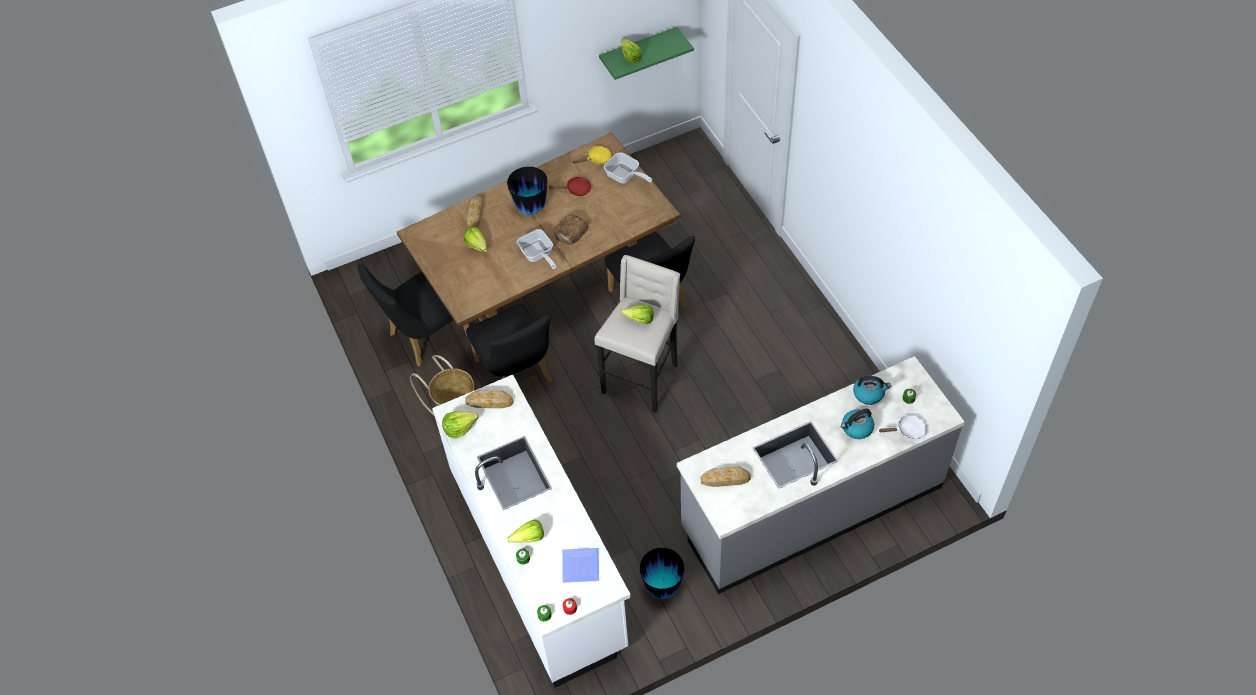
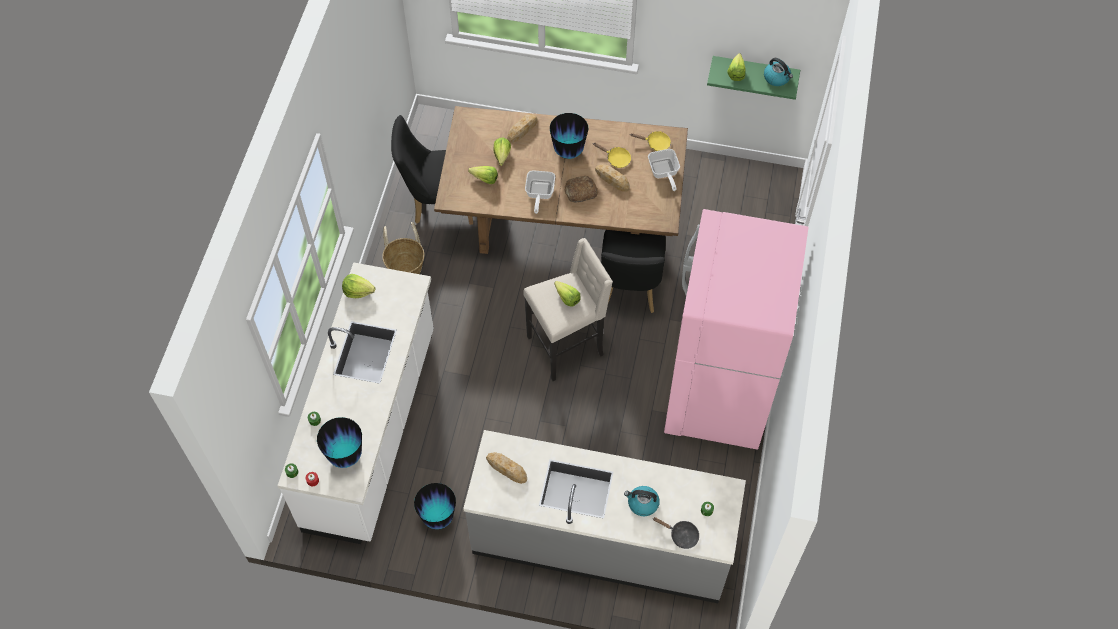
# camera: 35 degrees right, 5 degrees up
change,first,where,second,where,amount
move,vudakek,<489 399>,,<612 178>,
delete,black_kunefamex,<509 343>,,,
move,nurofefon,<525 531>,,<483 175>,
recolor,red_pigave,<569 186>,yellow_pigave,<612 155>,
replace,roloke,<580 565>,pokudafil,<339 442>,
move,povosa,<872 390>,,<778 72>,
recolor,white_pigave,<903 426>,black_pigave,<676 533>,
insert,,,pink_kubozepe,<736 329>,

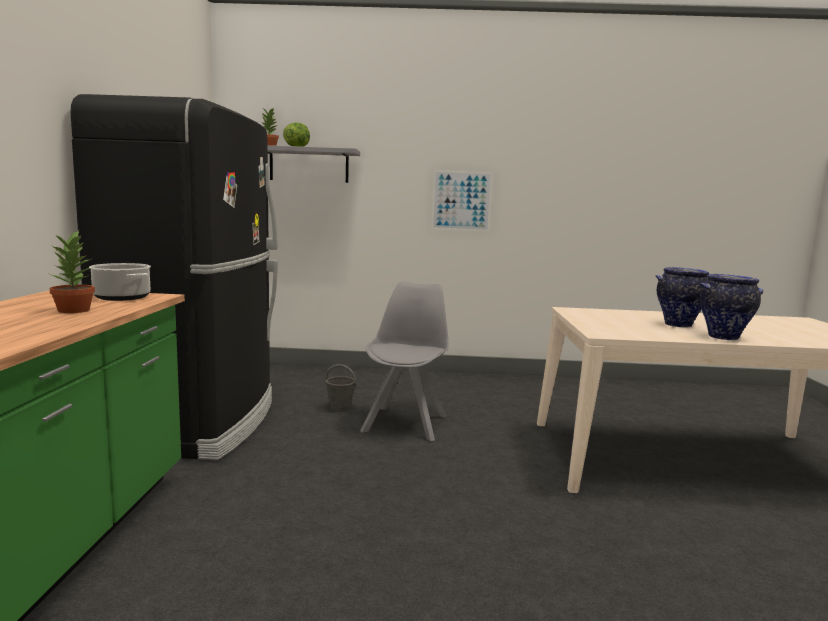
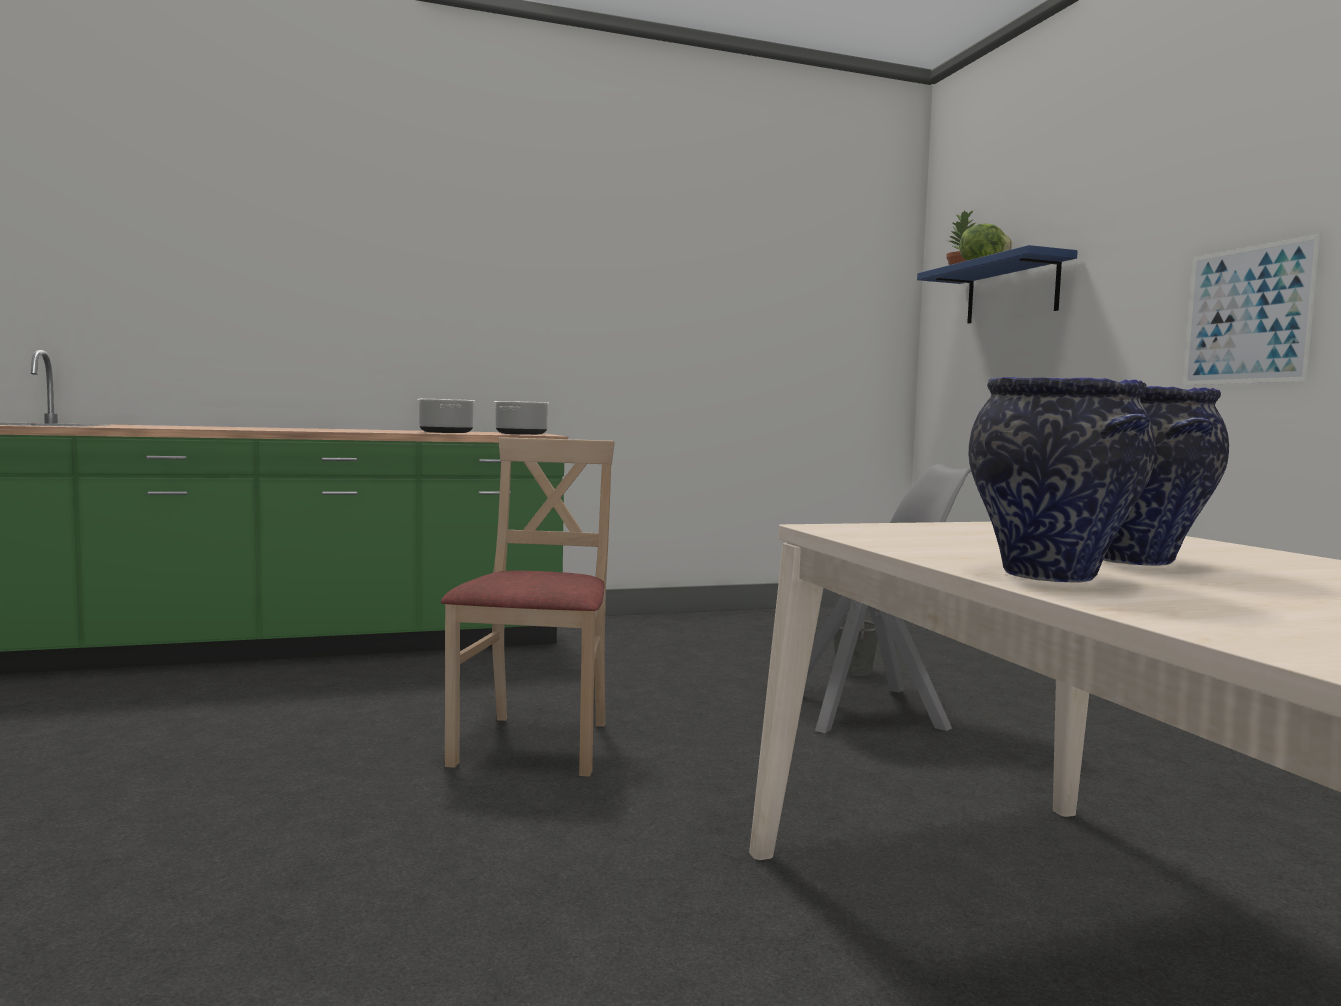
# camera: 70 degrees right, 5 degrees down
change,first,where,second,where,amount
replace,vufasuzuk,<72 271>,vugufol,<446 416>,
delete,black_kubozepe,<174 277>,,,
recolor,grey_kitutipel,<314 164>,blue_kitutipel,<997 284>,
insert,,,beige_kunefamex,<528 607>,

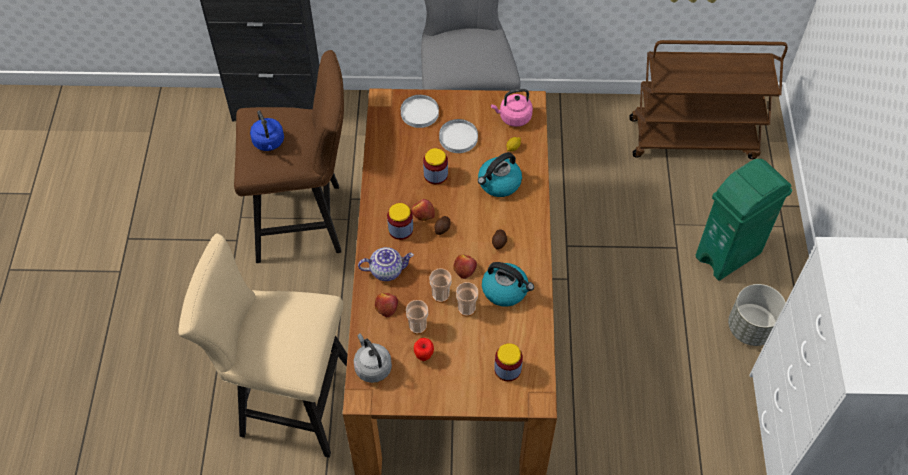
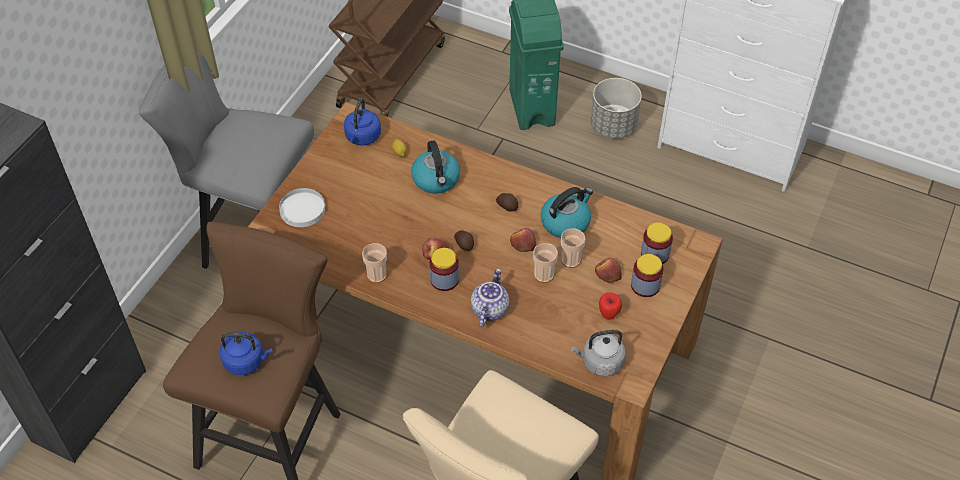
# camera: 65 degrees left, 5 degrees down
change,first,where,second,where,amount
move,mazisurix,<386 305>,,<608 270>,
move,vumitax,<417 317>,,<374 263>,
move,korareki,<435 166>,,<647 275>,
delete,white_roloke,<458 136>,,,
recolor,pink_povosa,<512 108>,blue_povosa,<362 122>,

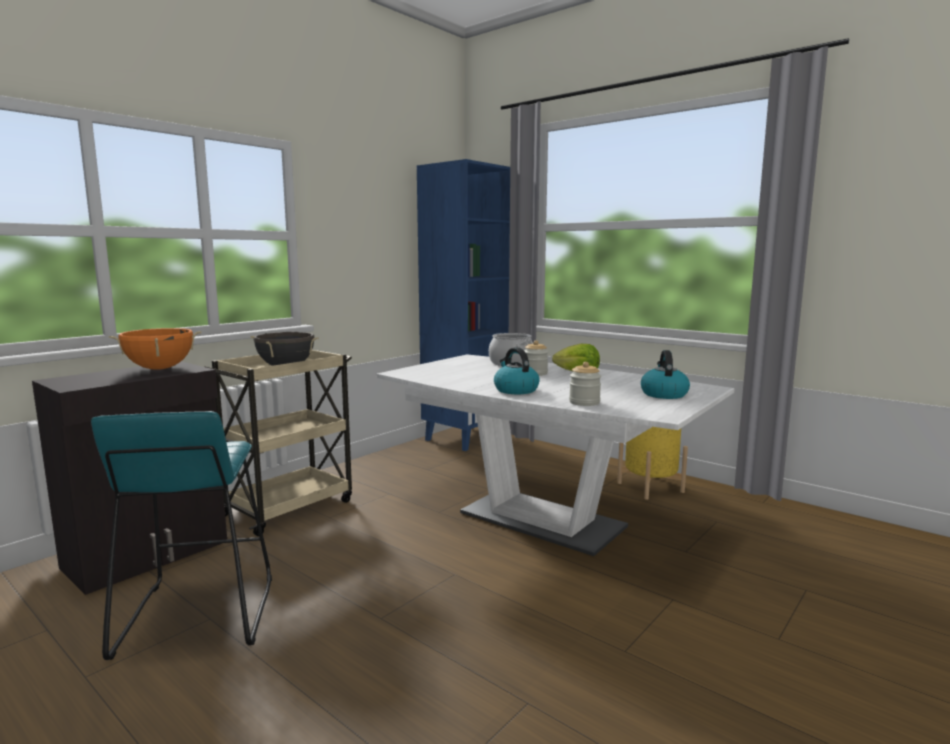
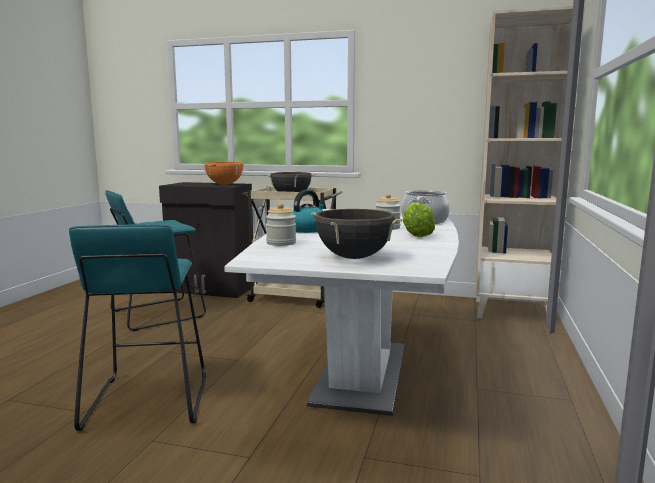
# camera: 65 degrees right, 0 degrees up
change,first,where,second,where,amount
recolor,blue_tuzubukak,<463 305>,beige_tuzubukak,<530 161>,
delete,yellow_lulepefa,<652 463>,,,
replace,povosa,<665 374>,black_vugufol,<356 234>,
insert,,,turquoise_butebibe,<137 327>,

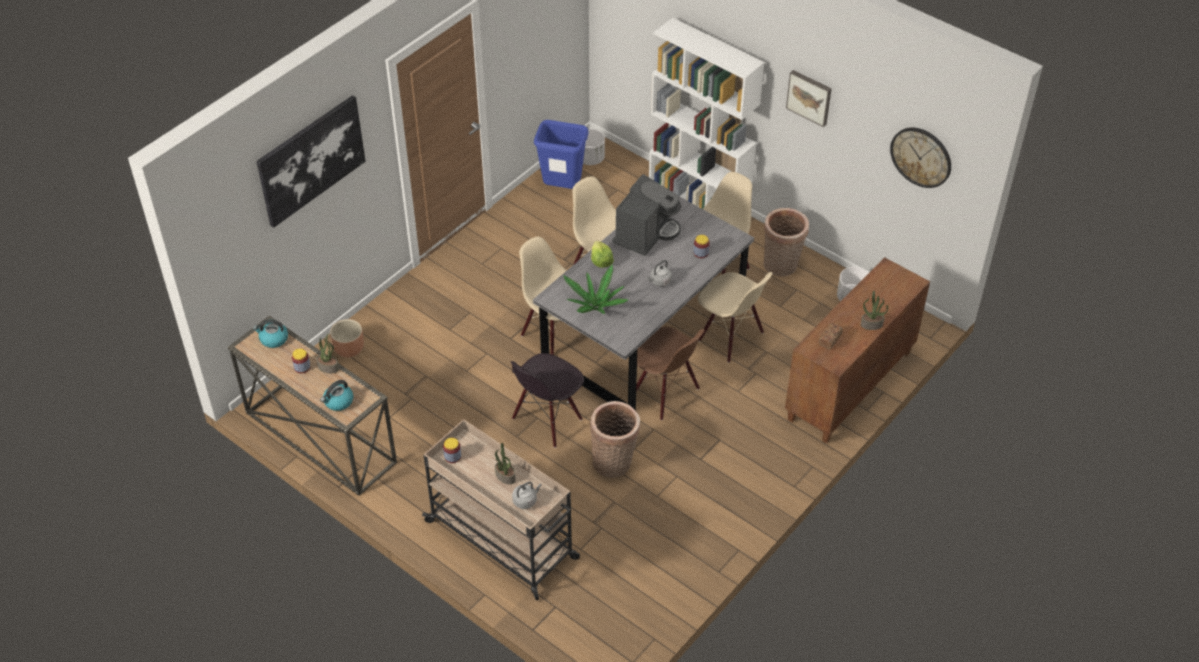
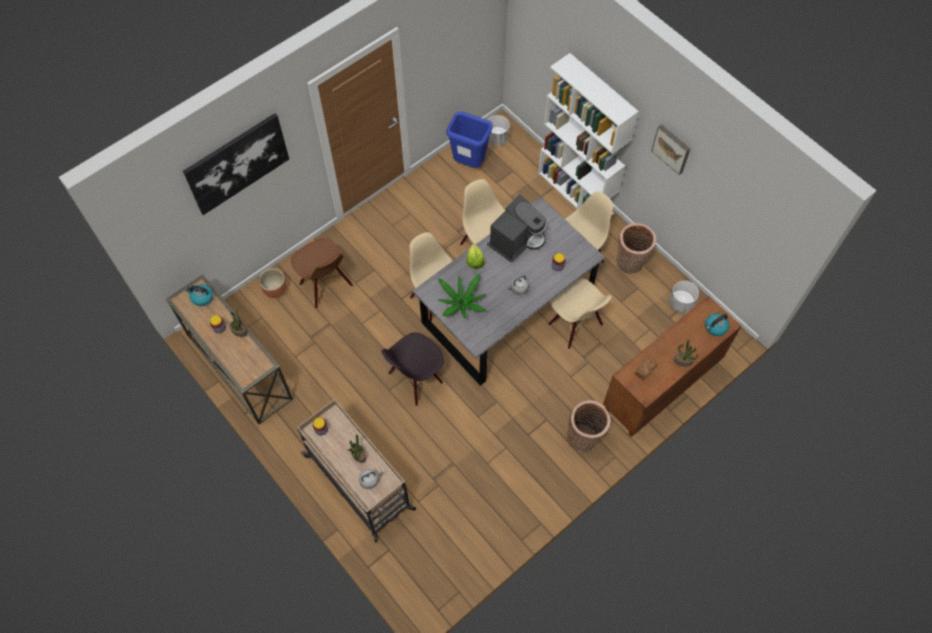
# camera: 10 degrees right, 15 degrees up
change,first,where,second,where,amount
move,povosa,<336 395>,,<717 325>,
move,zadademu,<615 439>,,<589 426>,
move,brown_kunefamex,<670 373>,,<322 273>,
delete,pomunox,<920 157>,,,

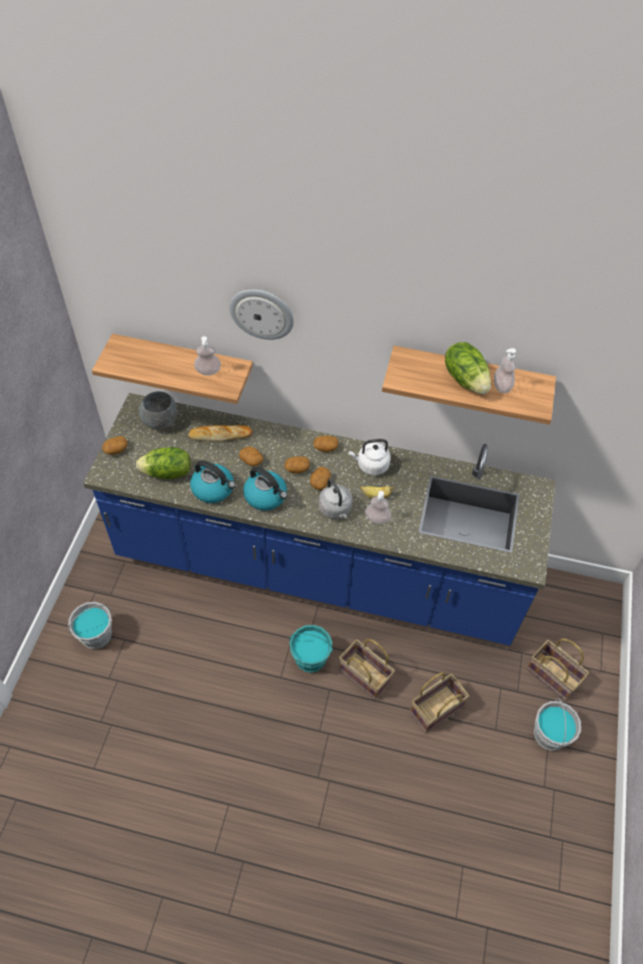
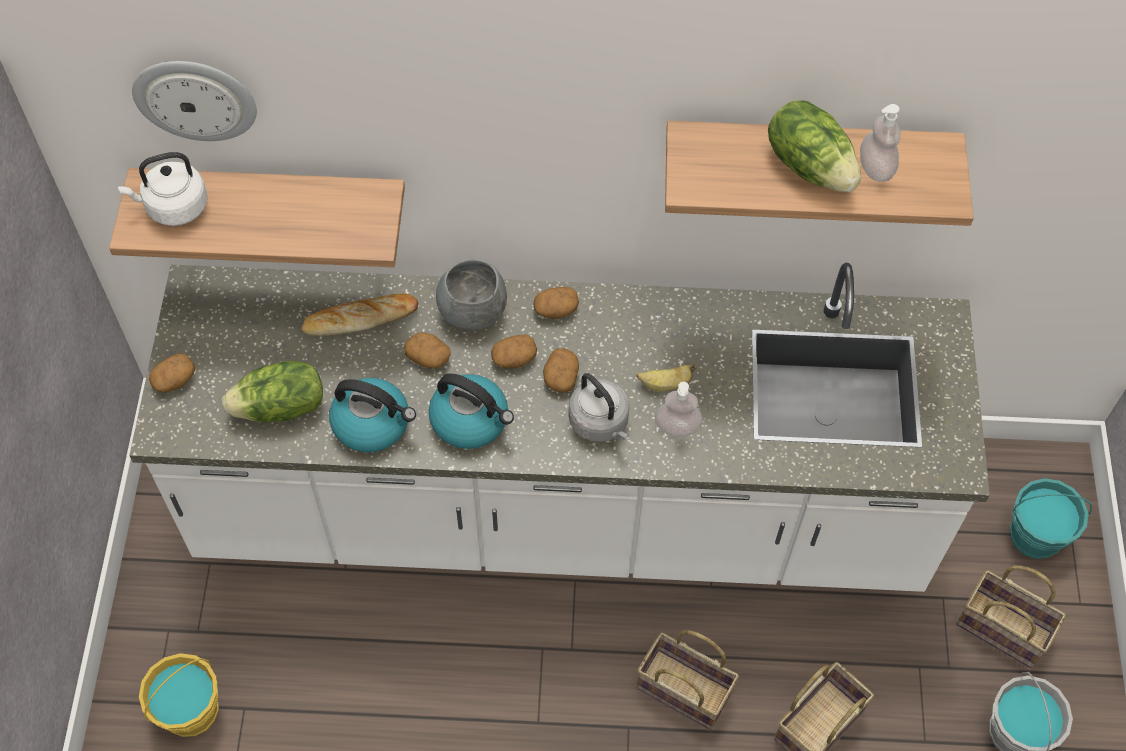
# camera: 10 degrees left, 5 degrees up
change,first,where,second,where,amount
recolor,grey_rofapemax,<90 625>,yellow_rofapemax,<179 695>,
recolor,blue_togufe,<319 519>,white_togufe,<559 427>,
move,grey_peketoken,<158 410>,,<471 294>,
delete,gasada,<207 355>,,,
move,pomunox,<261 314>,,<194 101>,
move,turquoise_rofapemax,<311 649>,,<1051 518>,
move,white_povosa,<370 457>,,<162 189>,

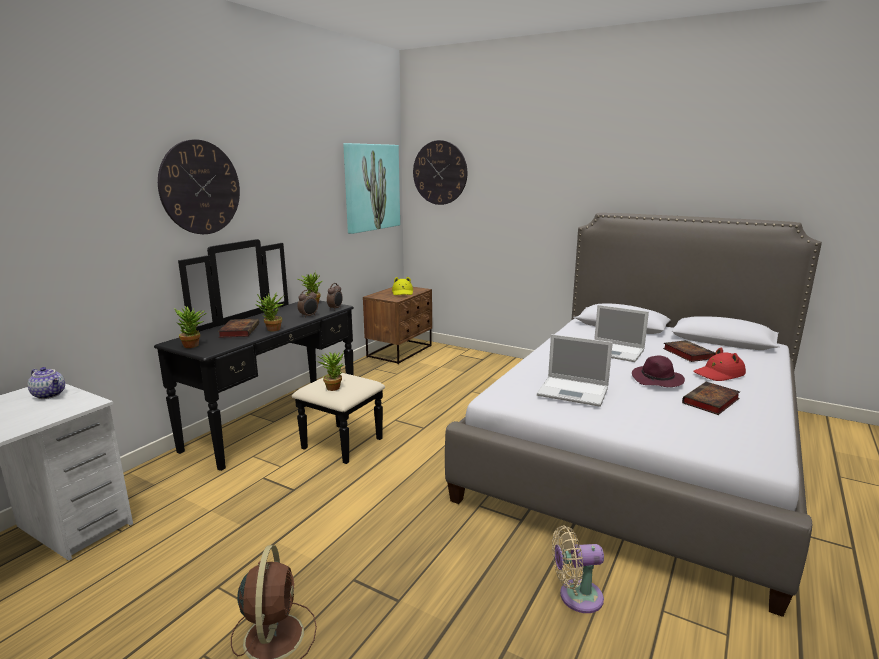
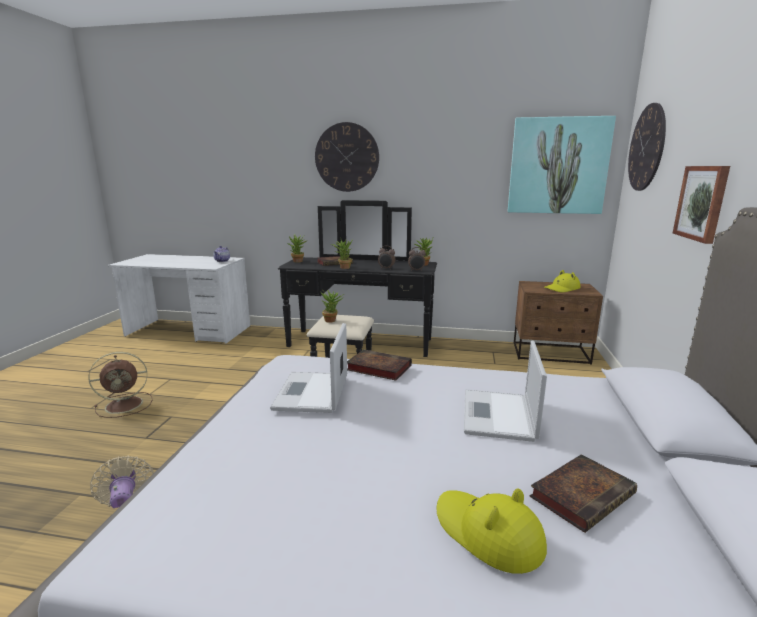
# camera: 70 degrees right, 0 degrees up
change,first,where,second,where,amount
delete,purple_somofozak,<658 371>,,,
move,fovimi,<711 398>,,<379 365>,
recolor,red_somofozak,<719 364>,yellow_somofozak,<491 531>,
insert,,,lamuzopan,<701 205>,

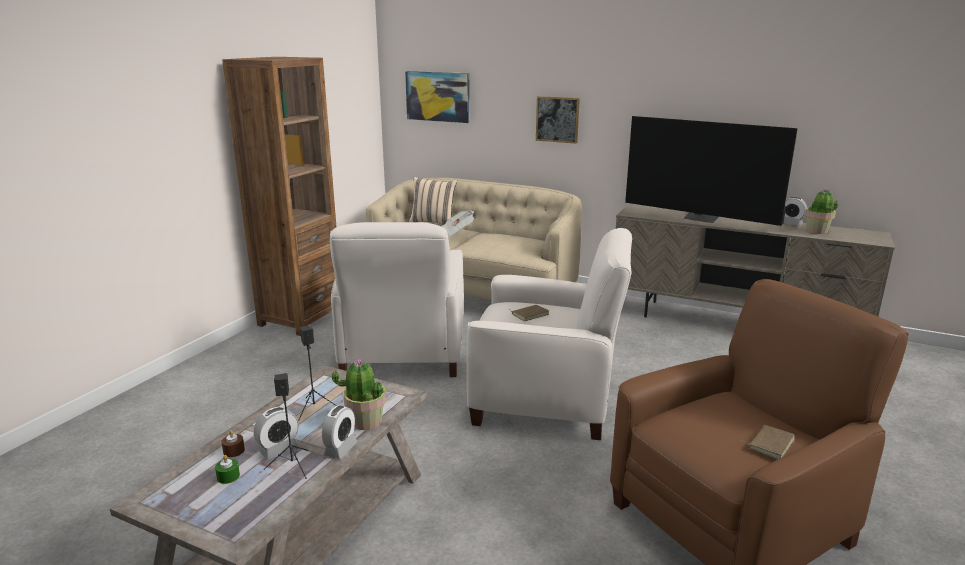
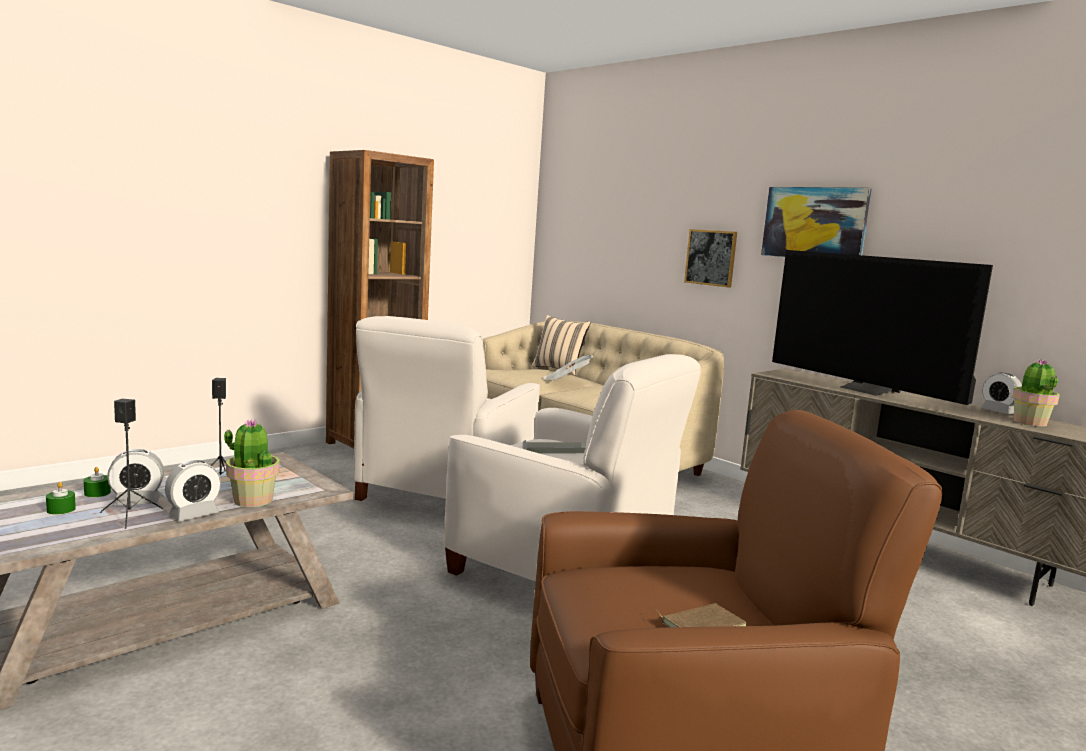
# camera: 20 degrees right, 10 degrees down
change,first,where,second,where,amount
recolor,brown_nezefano,<233 443>,green_nezefano,<97 482>,
move,lamuzopan,<437 97>,,<816 222>,
replace,brown_fovimi,<529 313>,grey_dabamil,<554 447>,

